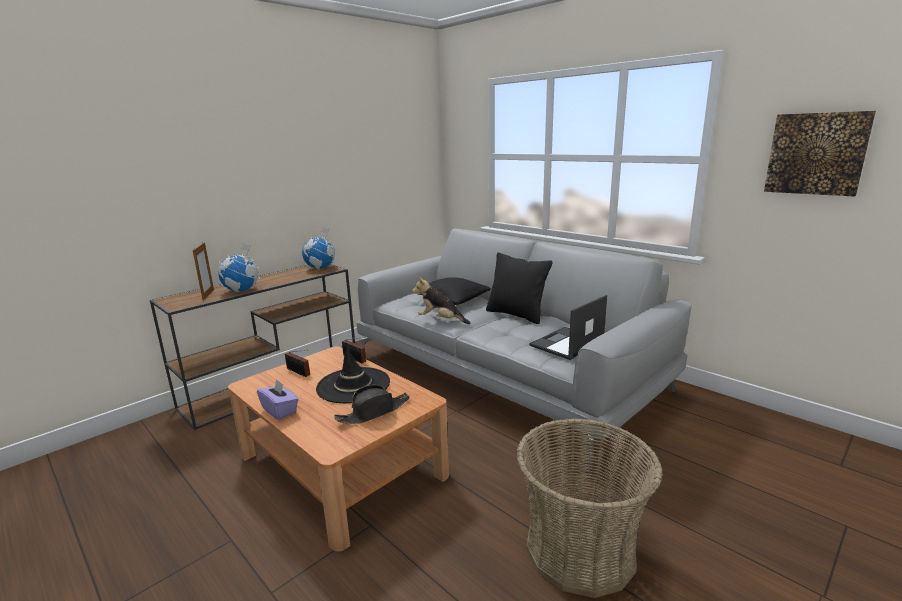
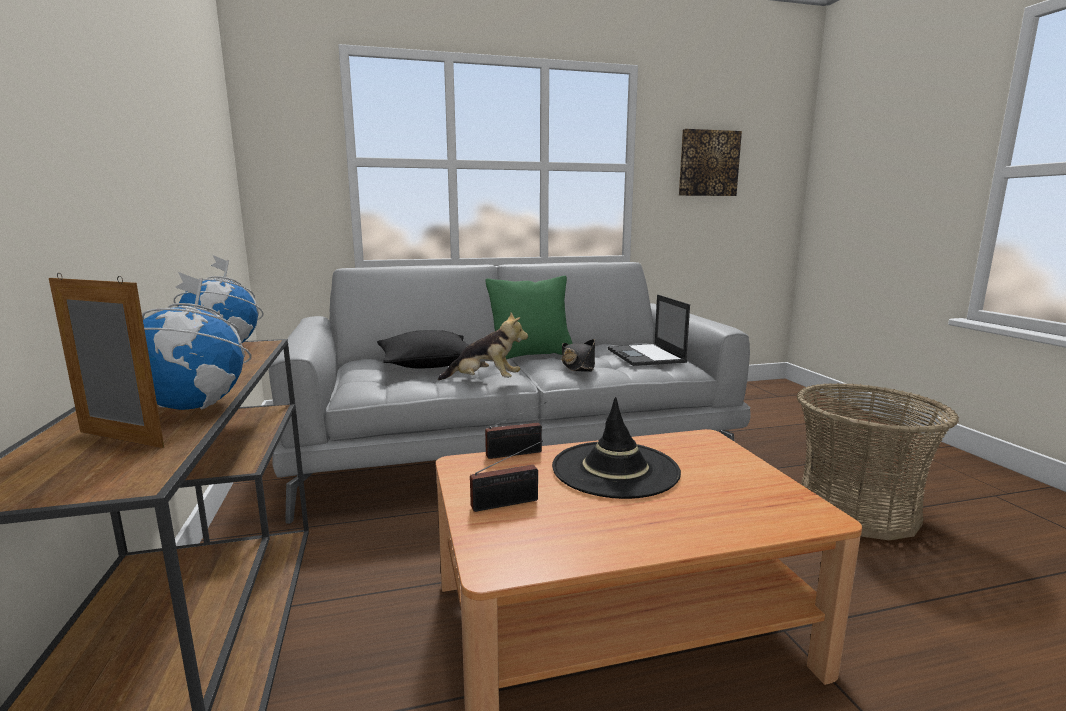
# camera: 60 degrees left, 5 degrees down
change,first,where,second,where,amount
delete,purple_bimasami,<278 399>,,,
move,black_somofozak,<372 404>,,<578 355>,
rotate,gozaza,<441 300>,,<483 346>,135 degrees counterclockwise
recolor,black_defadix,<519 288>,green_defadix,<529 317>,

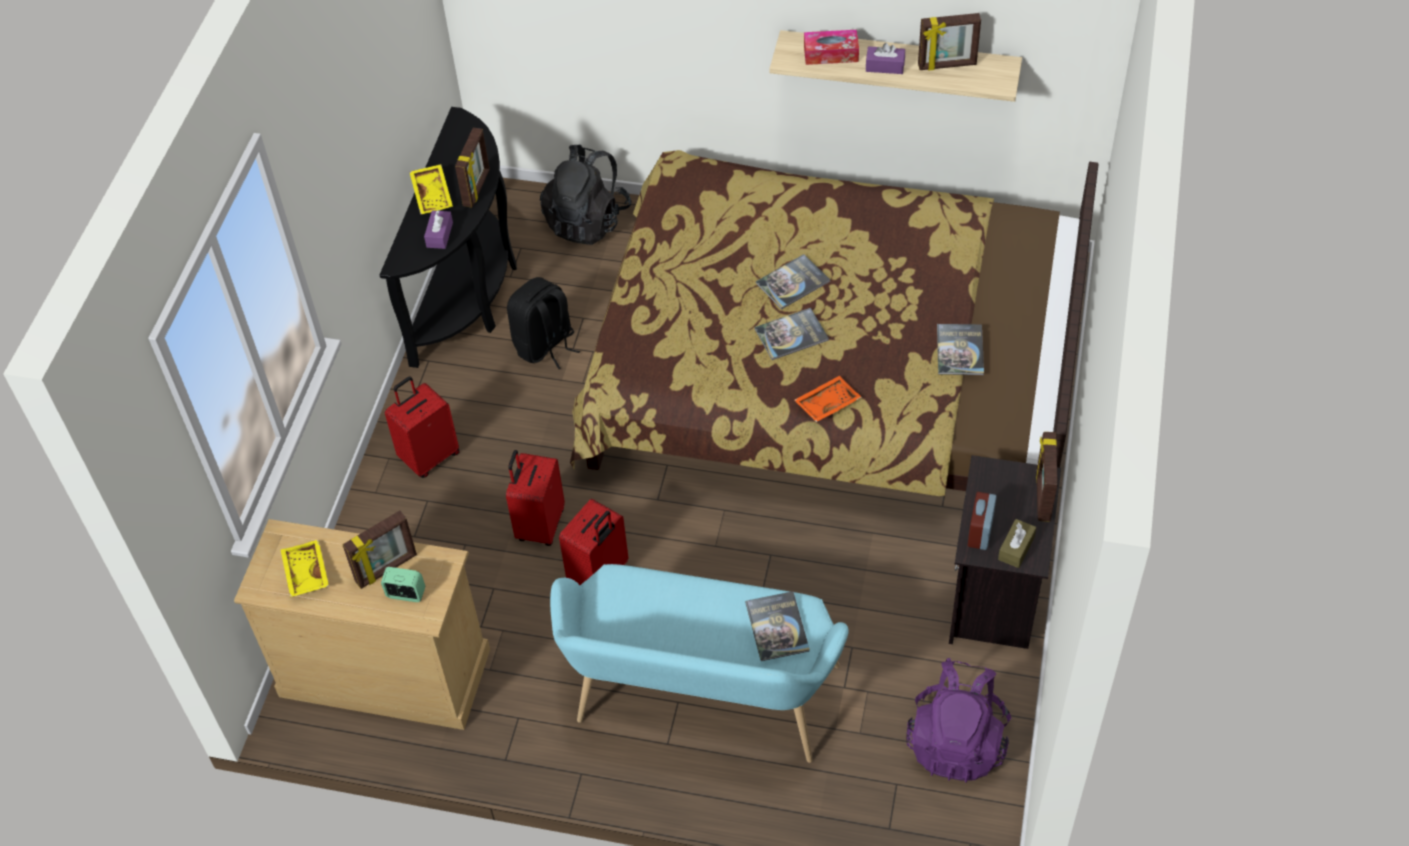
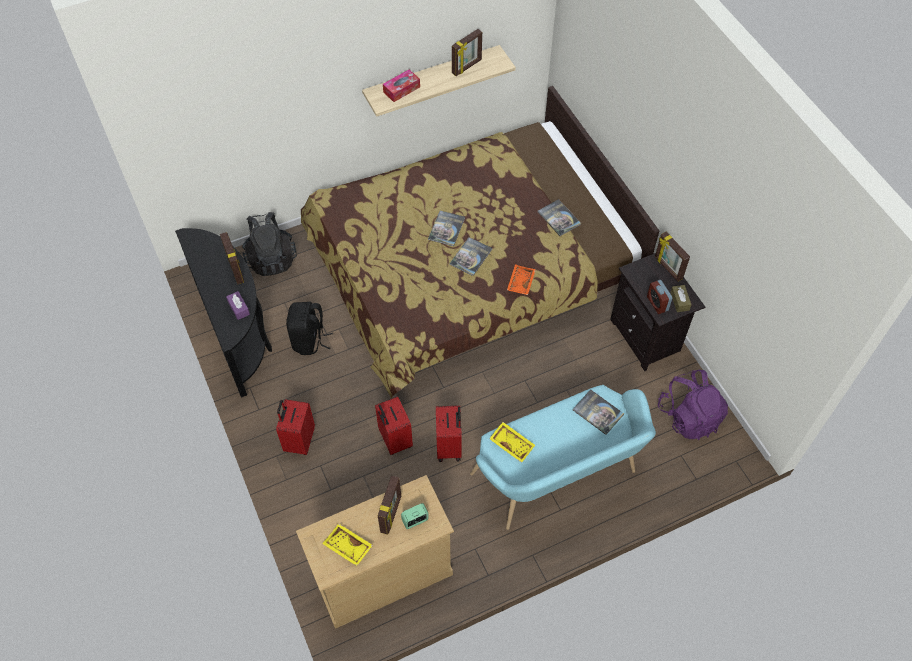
# camera: 40 degrees left, 5 degrees up
change,first,where,second,where,amount
move,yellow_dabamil,<431 189>,,<512 442>,
delete,purple_bimasami,<885 58>,,,

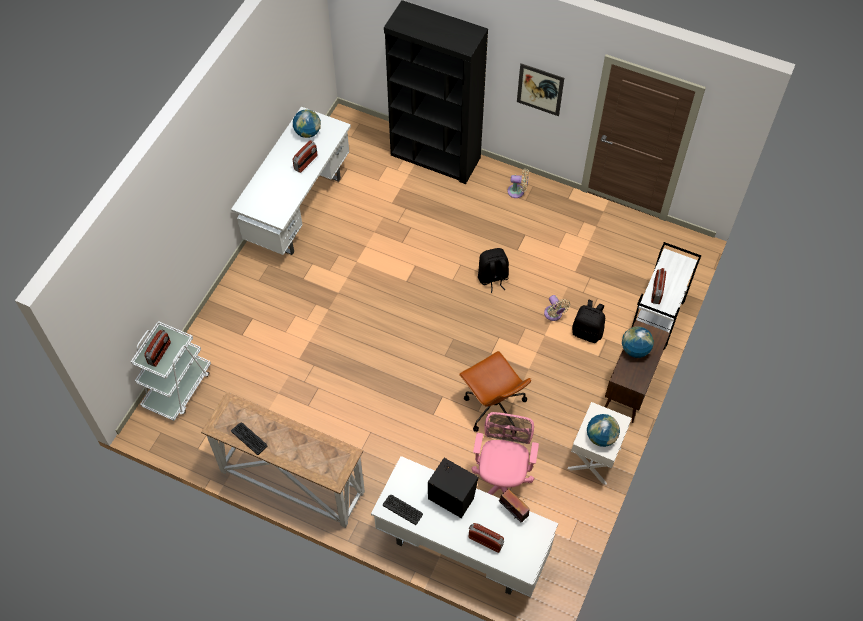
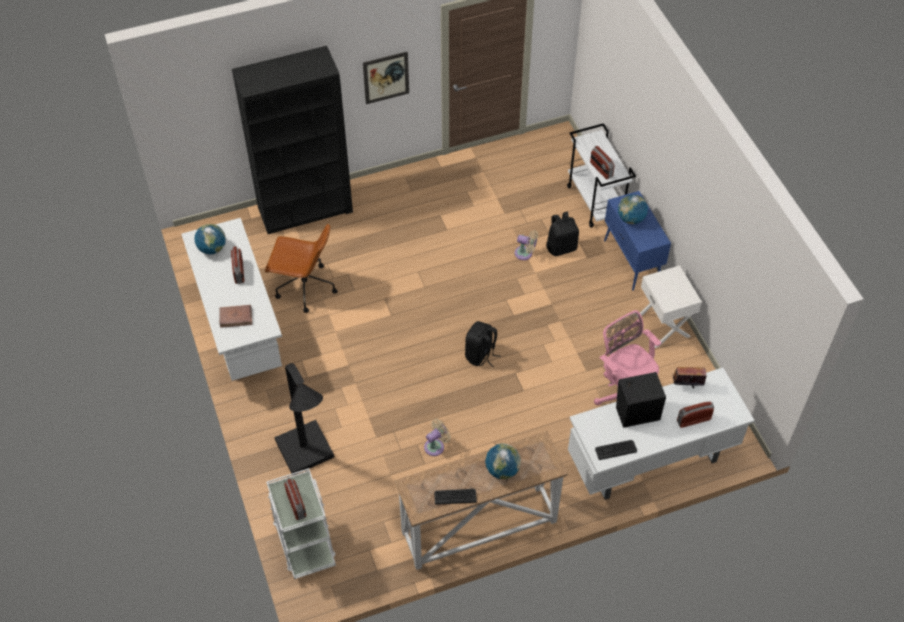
# camera: 45 degrees left, 5 degrees down
change,first,where,second,where,amount
move,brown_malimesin,<495 391>,,<301 268>,
move,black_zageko,<493 270>,,<483 344>,
move,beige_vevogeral,<518 183>,,<437 437>,
move,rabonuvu,<603 430>,,<503 461>,
recolor,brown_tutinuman,<637 371>,blue_tutinuman,<637 241>,
insert,,,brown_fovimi,<235 316>,
insert,,,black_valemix,<304 419>,

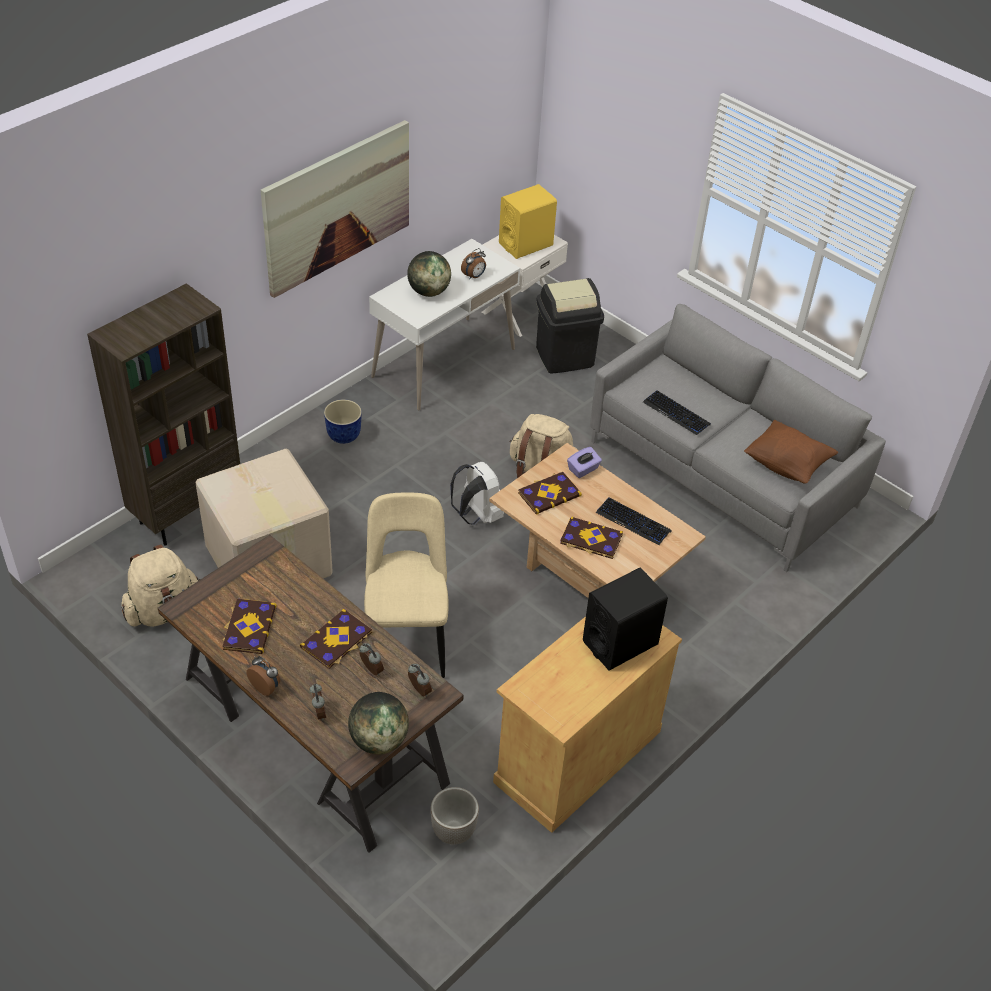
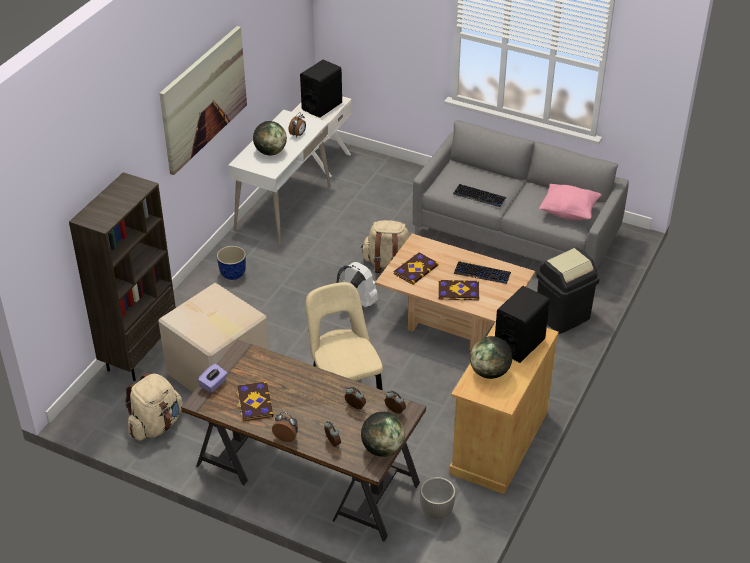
# camera: 15 degrees left, 5 degrees down
change,first,where,second,where,amount
delete,fovimi,<336 639>,,,
recolor,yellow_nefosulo,<528 221>,black_nefosulo,<321 89>,
move,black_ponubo,<570 326>,,<568 290>,
move,purple_bimasami,<584 462>,,<213 378>,
recolor,brown_defadix,<791 451>,pink_defadix,<570 202>,
insert,,,rabonuvu,<491 357>,

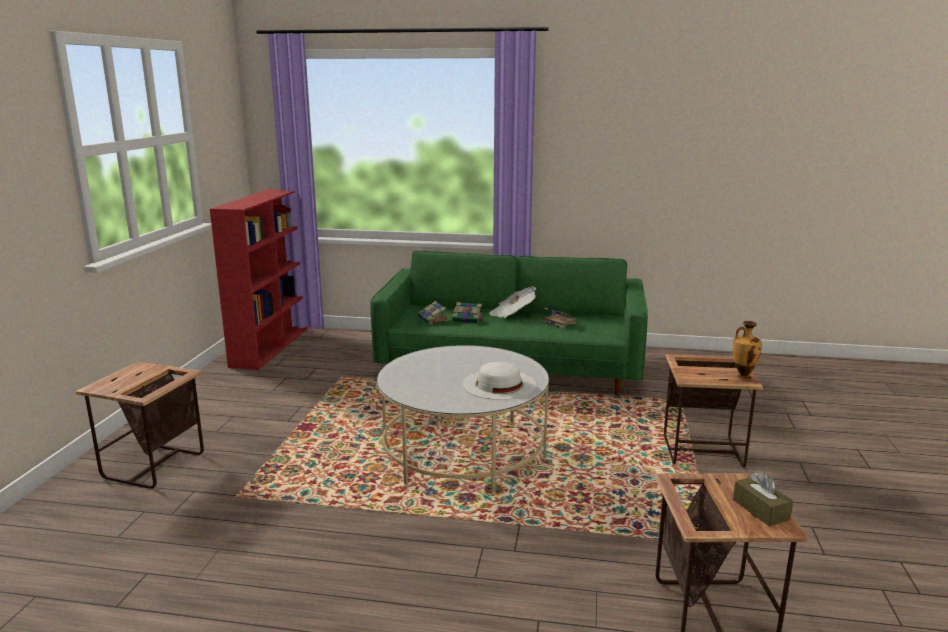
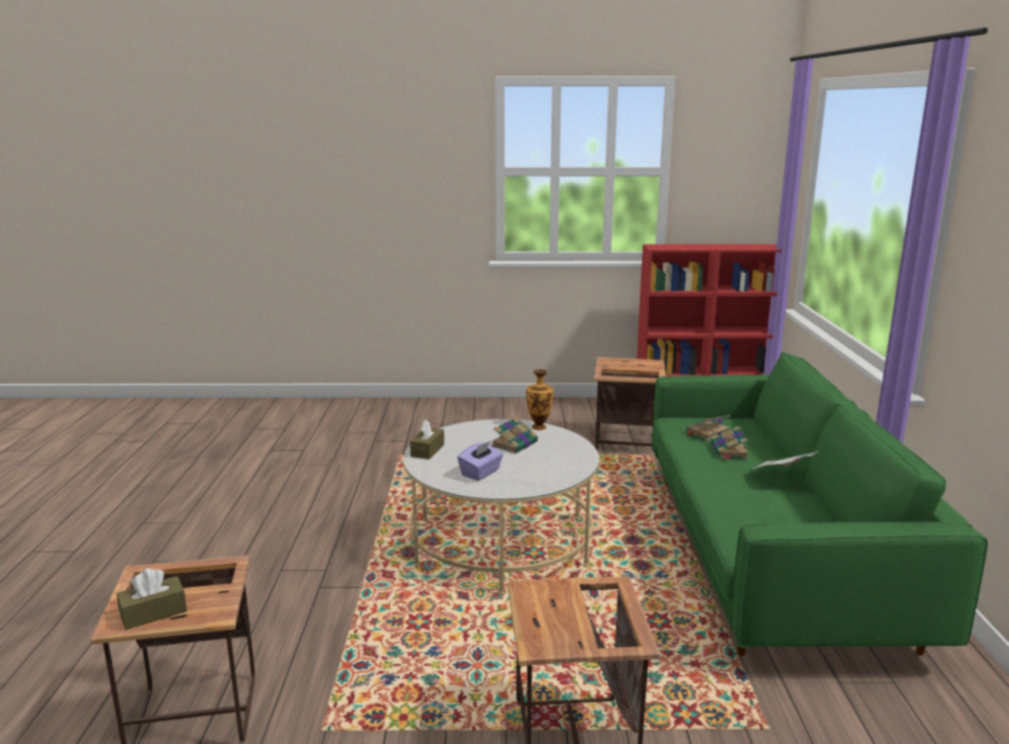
# camera: 80 degrees right, 0 degrees up
change,first,where,second,where,amount
move,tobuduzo,<140 425>,,<630 404>,
replace,white_somofozak,<499 381>,purple_bimasami,<480 461>,
move,fovimi,<559 318>,,<514 435>,
move,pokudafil,<747 351>,,<540 399>,
insert,,,brown_bimasami,<427 439>,

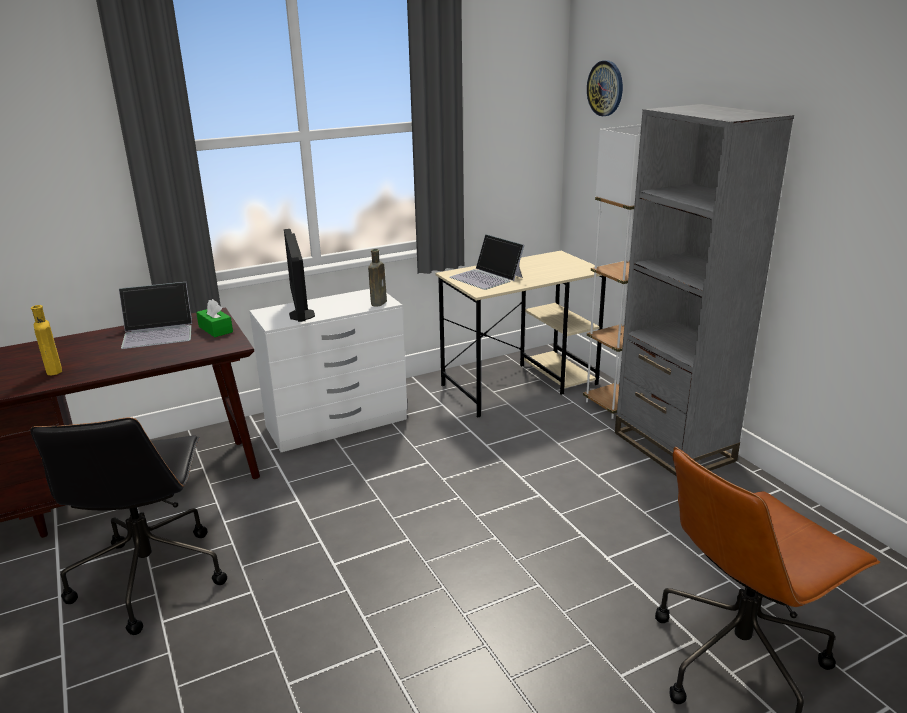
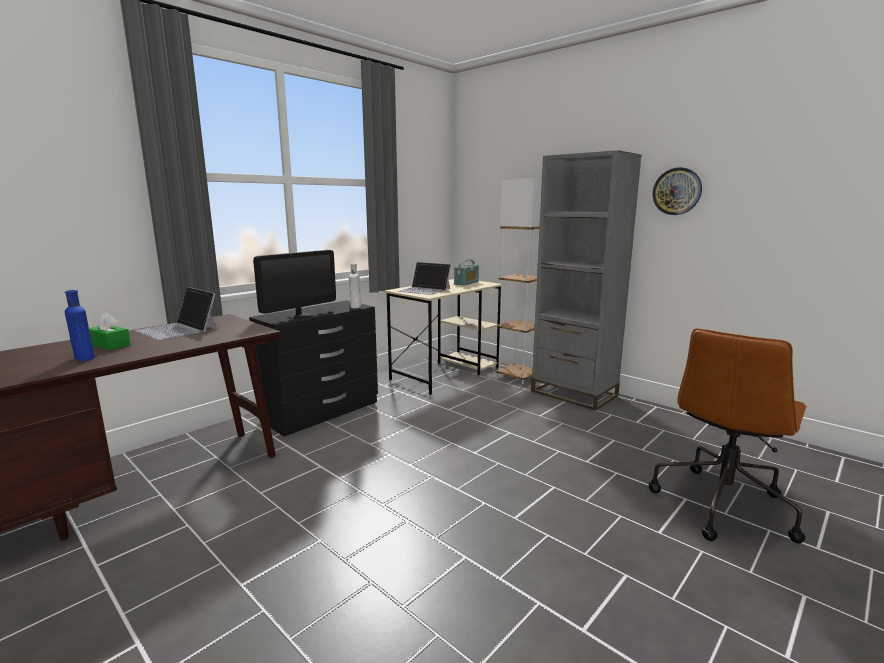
# camera: 20 degrees left, 10 degrees down
change,first,where,second,where,amount
delete,black_malimesin,<128 526>,,,
recolor,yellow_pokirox,<46 340>,blue_pokirox,<80 325>,
rotate,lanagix,<155 315>,,<176 313>,75 degrees clockwise
move,green_bimasami,<214 318>,,<110 331>,
recolor,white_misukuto,<328 370>,black_misukuto,<313 368>,
rotate,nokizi,<299 275>,,<294 284>,105 degrees counterclockwise
recolor,brown_pokirox,<377 278>,white_pokirox,<355 286>,
move,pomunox,<605 88>,,<677 191>,
insert,,,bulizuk,<466 273>,

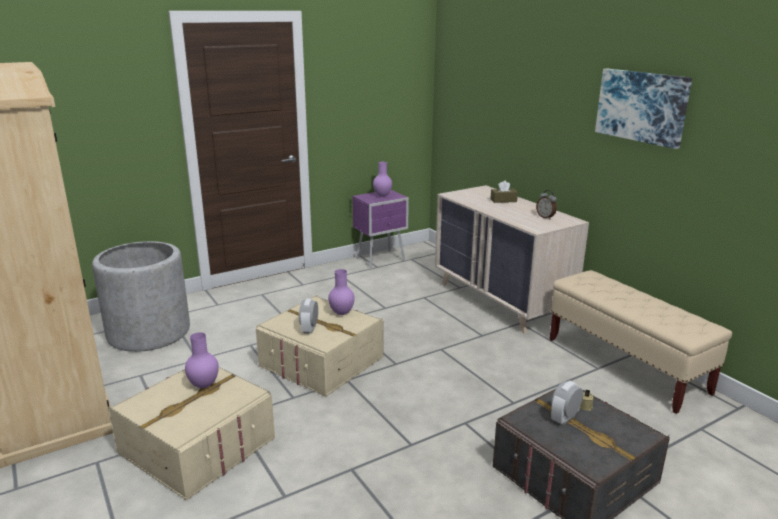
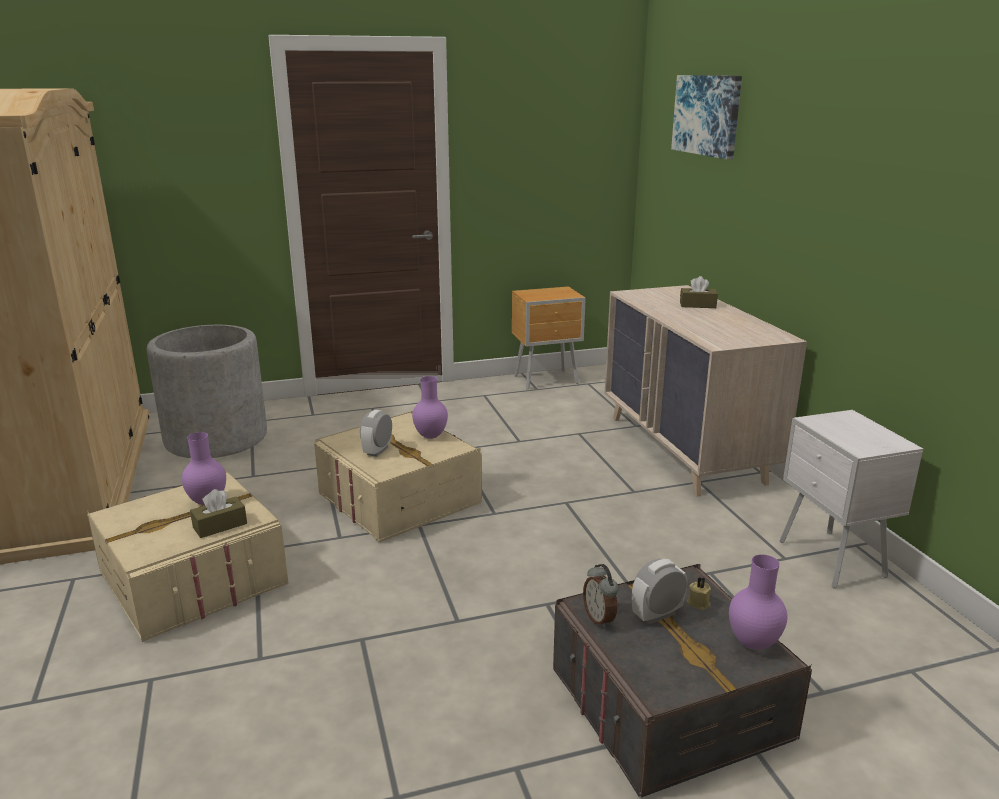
# camera: 15 degrees right, 0 degrees up
change,first,where,second,where,amount
recolor,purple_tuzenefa,<380 229>,brown_tuzenefa,<549 338>,
move,purple_pokudafil,<382 179>,,<758 602>,
move,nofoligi,<546 204>,,<600 596>,
replace,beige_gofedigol,<640 342>,white_tuzenefa,<851 499>,
move,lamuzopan,<643 109>,,<706 117>,
insert,,,brown_bimasami,<218 513>,

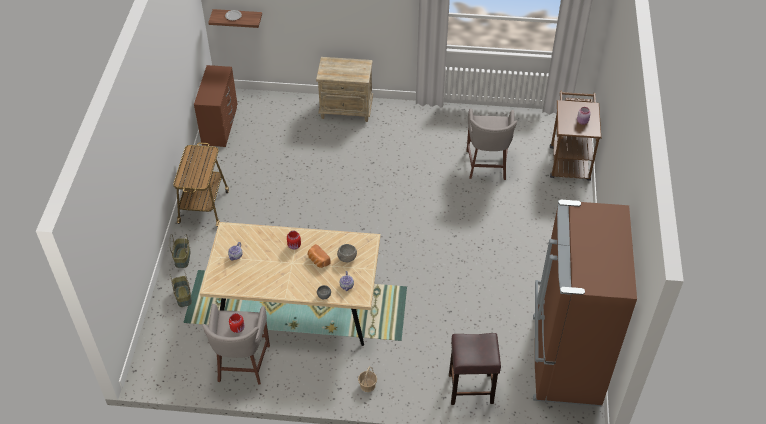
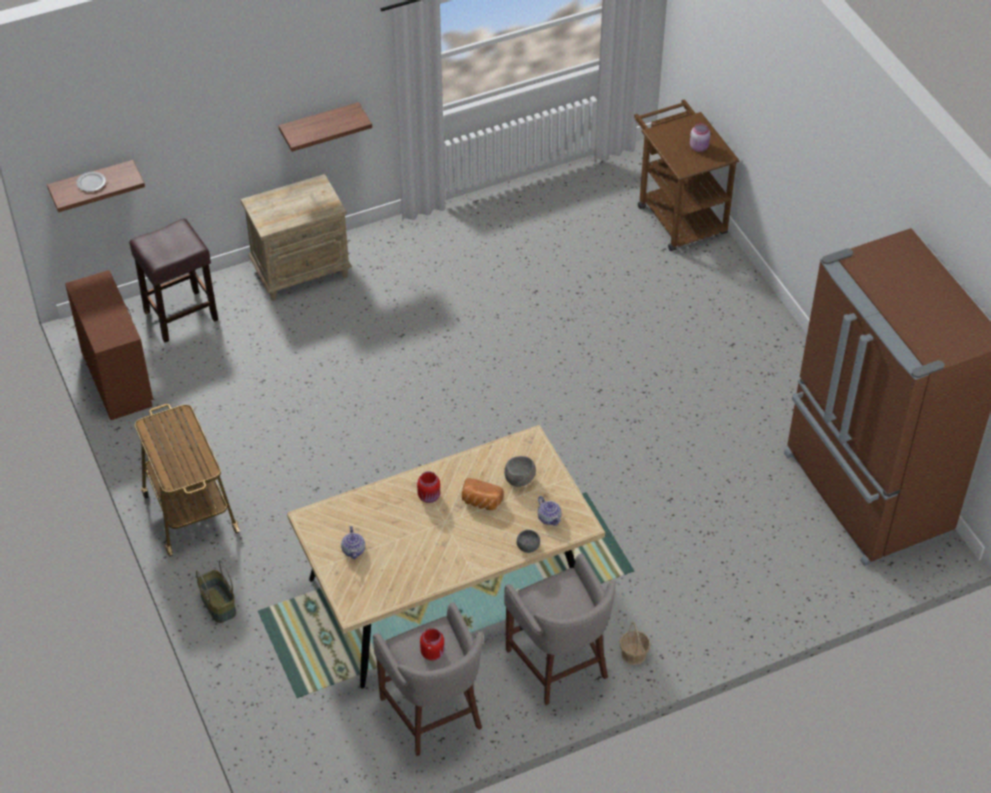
# camera: 30 degrees left, 0 degrees up
change,first,where,second,where,amount
delete,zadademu,<181 289>,,,
move,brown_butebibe,<475 369>,,<173 280>,
move,grey_butebibe,<492 144>,,<560 629>,
insert,,,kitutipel,<325 127>,

